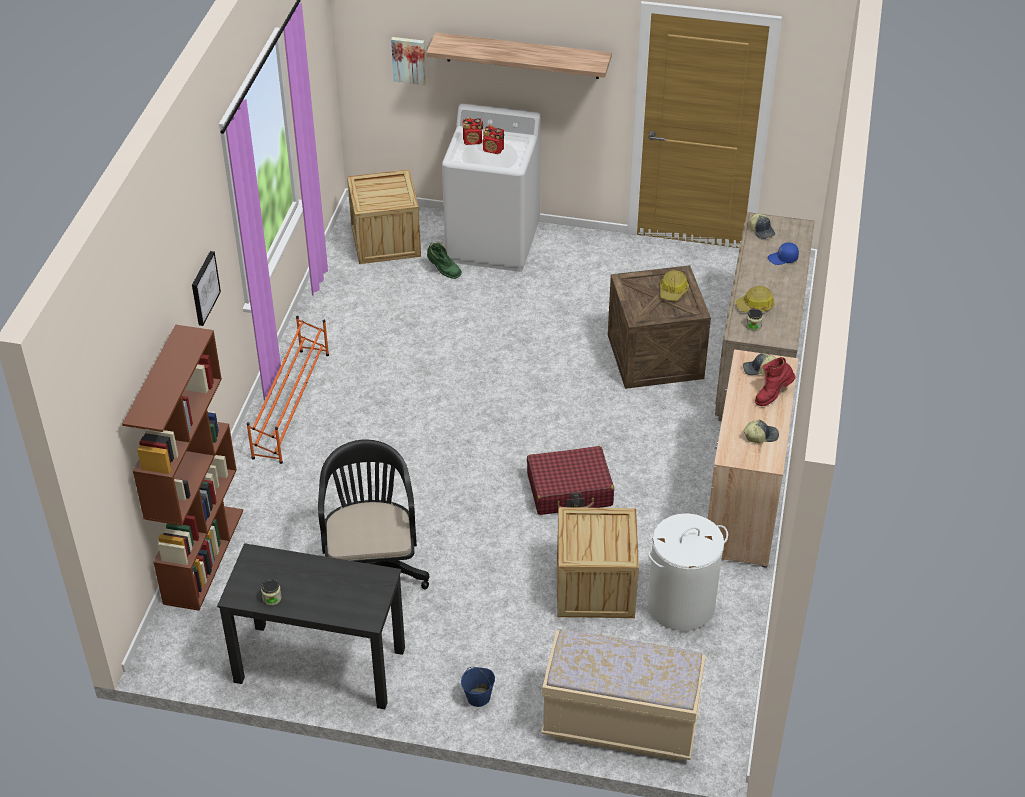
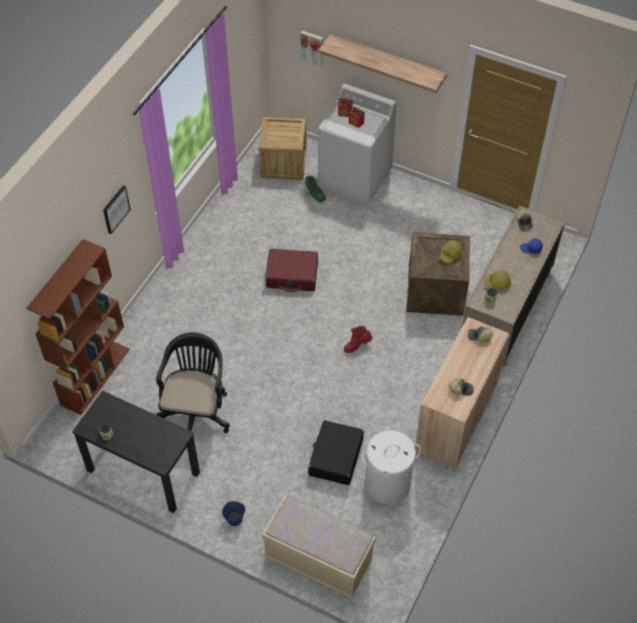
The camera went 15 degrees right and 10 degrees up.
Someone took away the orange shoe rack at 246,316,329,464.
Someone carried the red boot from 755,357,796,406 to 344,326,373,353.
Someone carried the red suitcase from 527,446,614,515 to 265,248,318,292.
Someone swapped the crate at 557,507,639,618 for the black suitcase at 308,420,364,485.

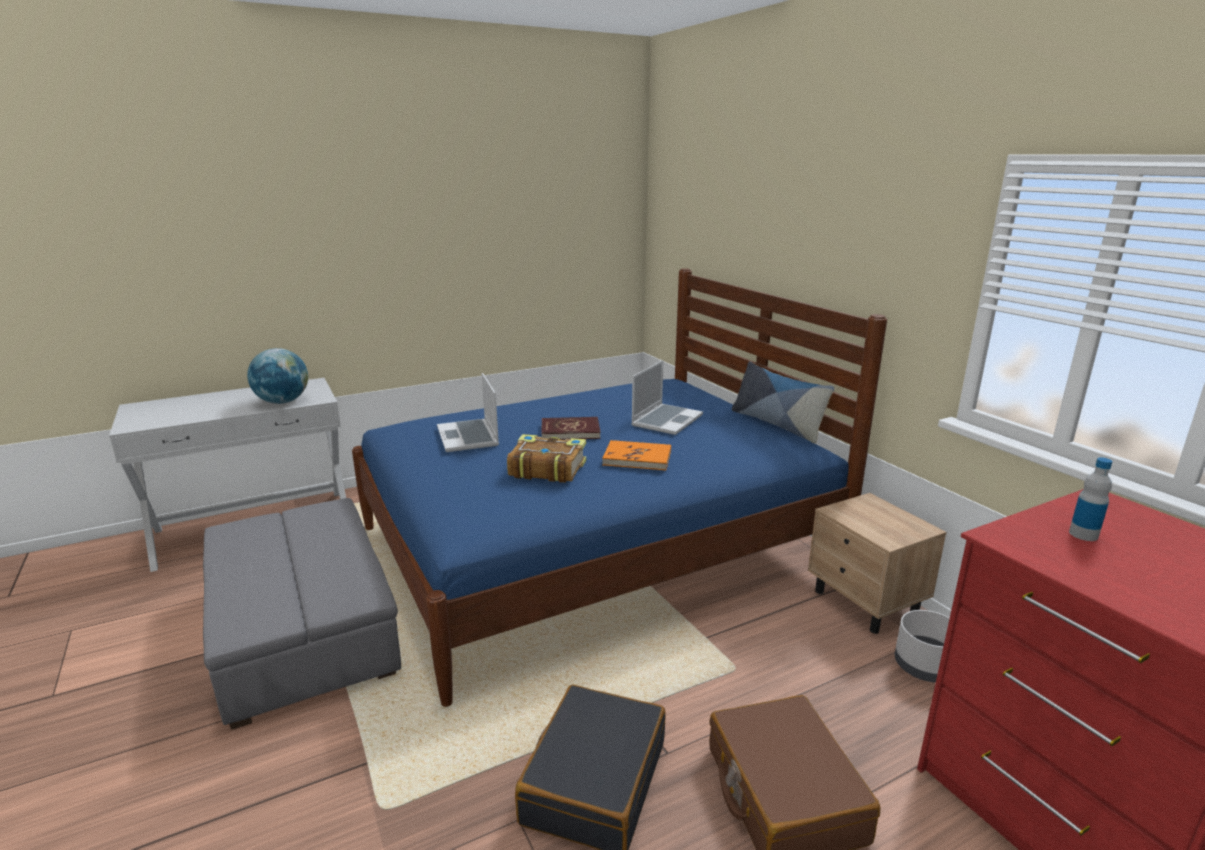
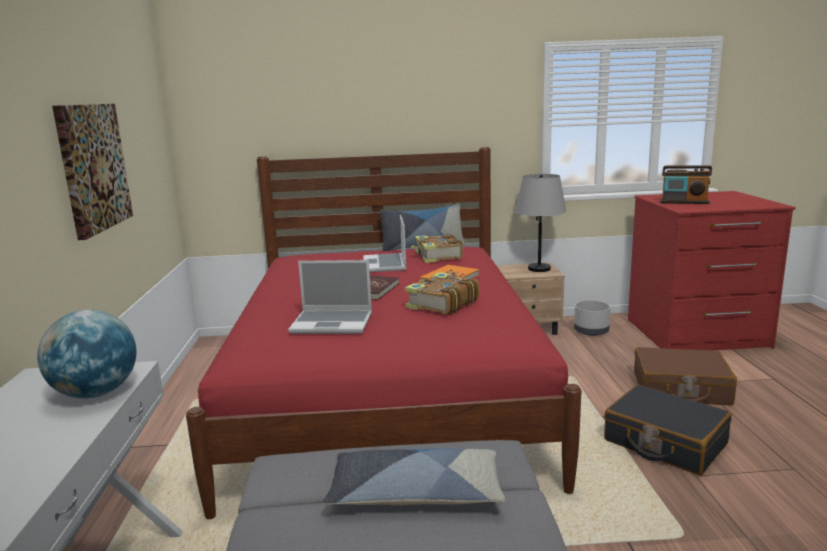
The camera went 65 degrees left and 5 degrees down.
Someone repainted the blue bed at 352,268,887,707, which became the red bed at 186,147,581,519.
Someone rotated the laptop at 631,360,703,435 by 150 degrees counterclockwise.
Someone swapped the bottle at 1069,457,1112,541 for the radio at 660,165,712,204.
Someone put up the picture at 52,104,133,240.
Someone put down the grey table lamp at 515,174,566,272.
Someone put down the book at 411,234,463,263.
Someone put down the pillow at 323,448,506,505.

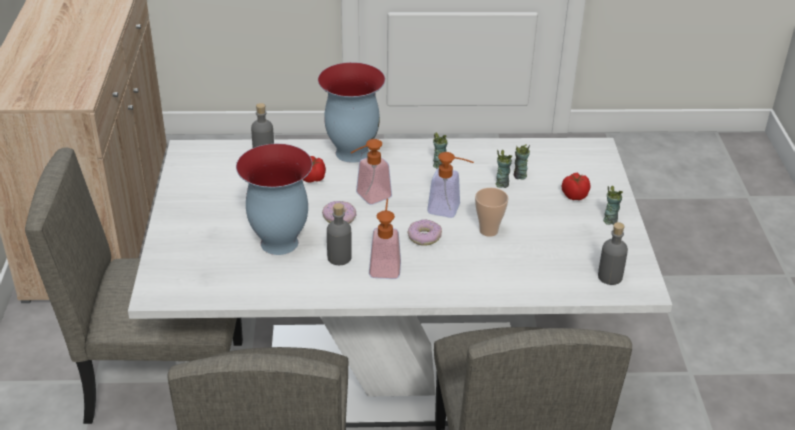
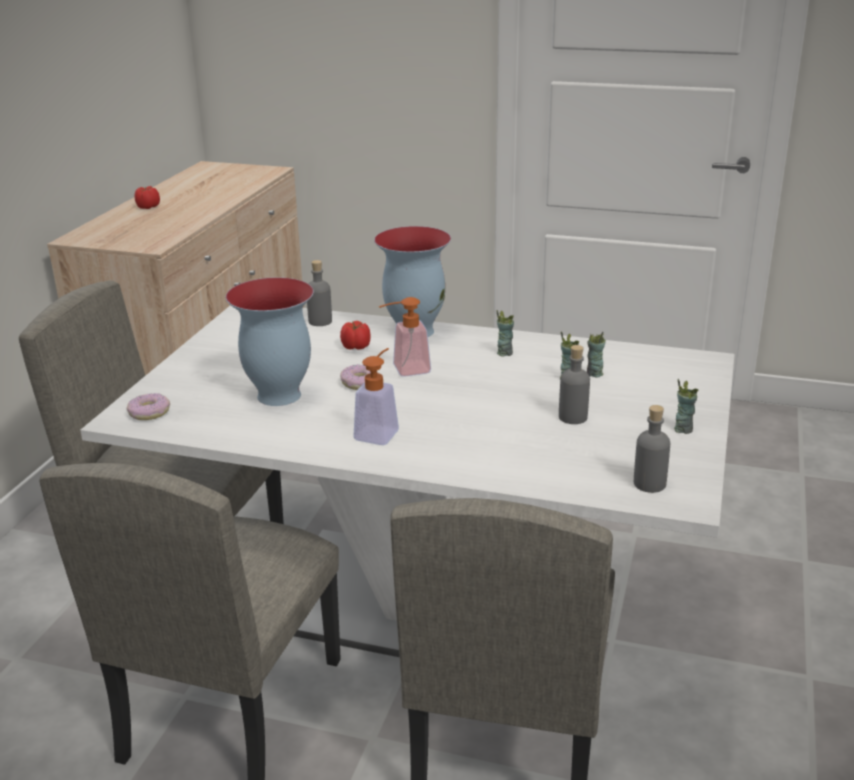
The camera went 20 degrees right and 10 degrees down.
Someone took away the soap dispenser at 427,152,474,218.
Someone carried the tomato from 562,173,590,200 to 135,186,160,209.
Someone took away the cup at 475,188,509,237.
Someone carried the grey bottle from 327,203,352,265 to 559,345,590,424.
Someone carried the donut from 407,219,442,246 to 127,393,170,420.

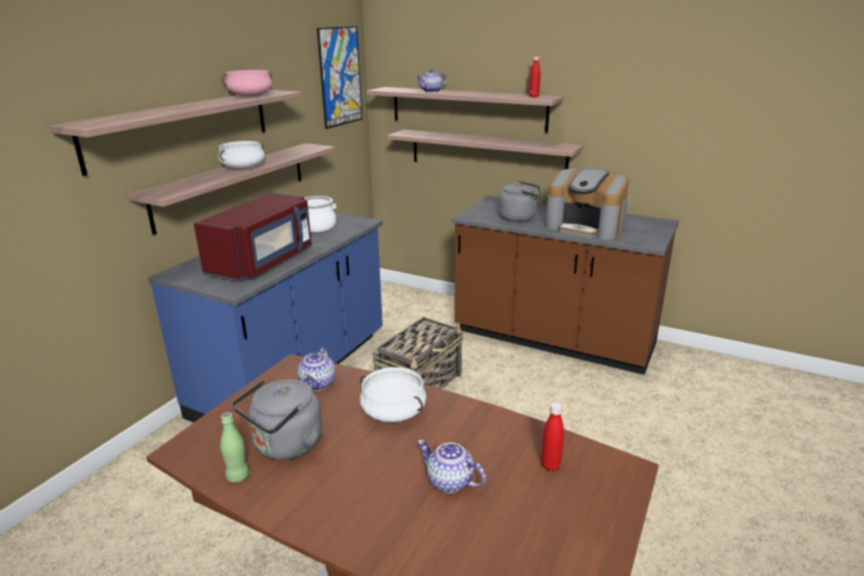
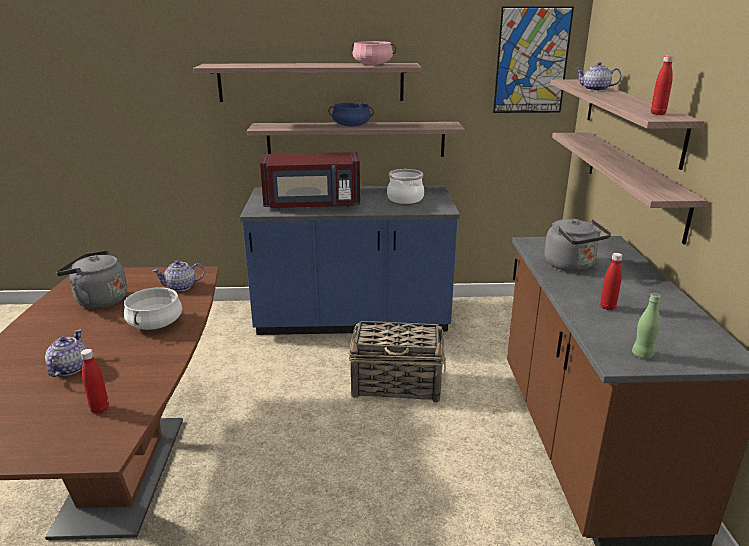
The camera went 60 degrees right and 0 degrees up.
Someone repainted the white cooking pot at 218,141,265,169, which became the blue cooking pot at 328,103,374,127.
Someone swapped the coffee machine at 545,168,629,240 for the red bottle at 600,253,623,310.
Someone carried the green bottle from 220,412,249,483 to 632,293,661,359.

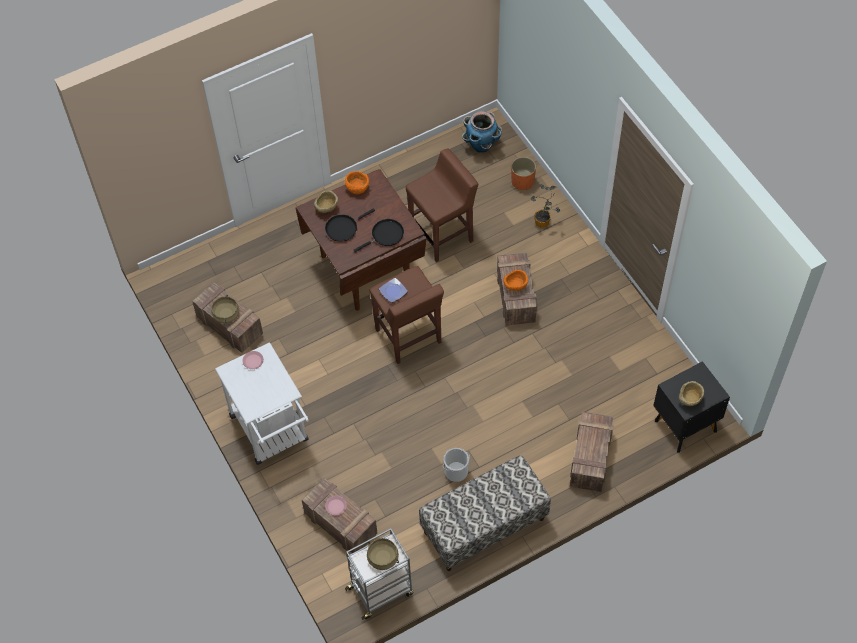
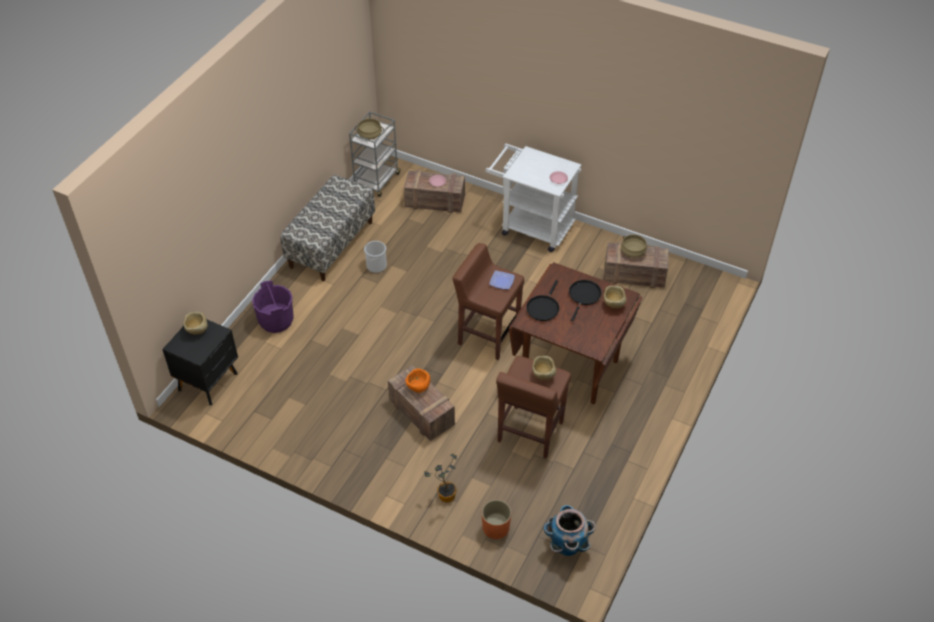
The camera went 145 degrees right and 10 degrees down.
Someone took away the orange bowl at 345,171,369,194.
Someone swapped the crate at 570,412,613,492 for the purple bucket at 252,280,294,333.
Someone put down the beige bowl at 532,356,556,380.

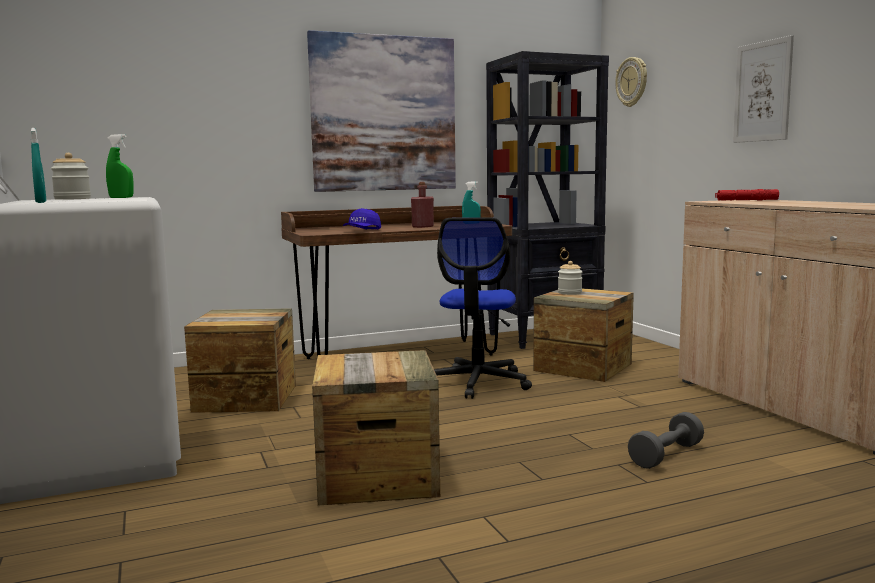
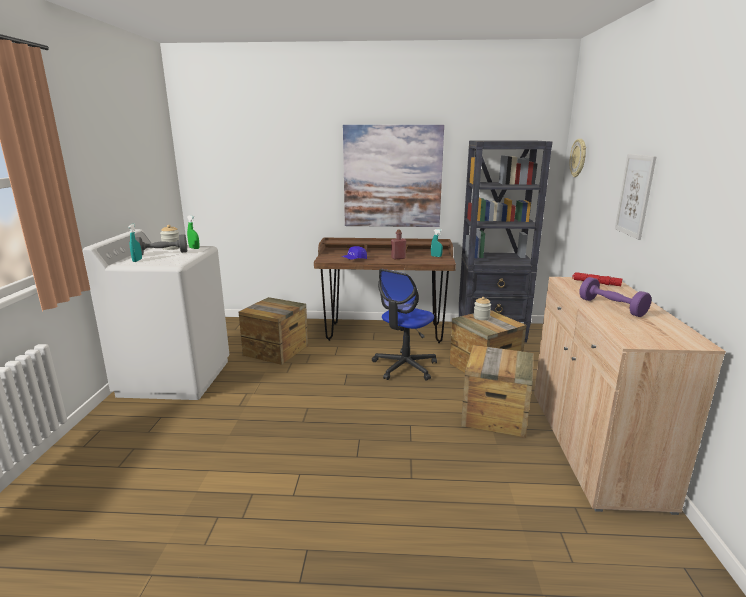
The camera went 25 degrees right and 10 degrees up.
Someone carried the crate from 312,350,440,506 to 461,345,533,438.
Someone carried the grey dumbbell from 628,412,704,469 to 135,234,187,255.
Someone put down the purple dumbbell at 580,277,651,317.

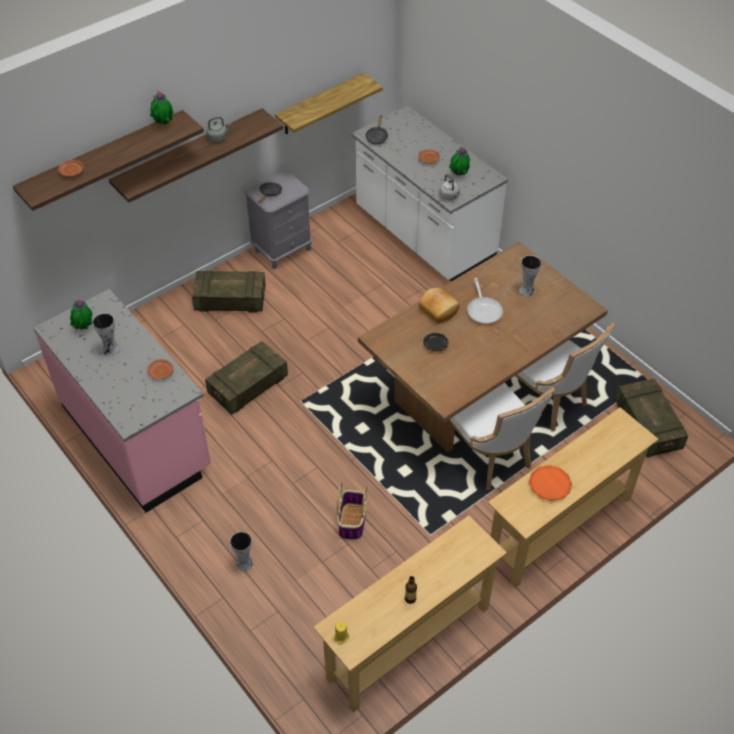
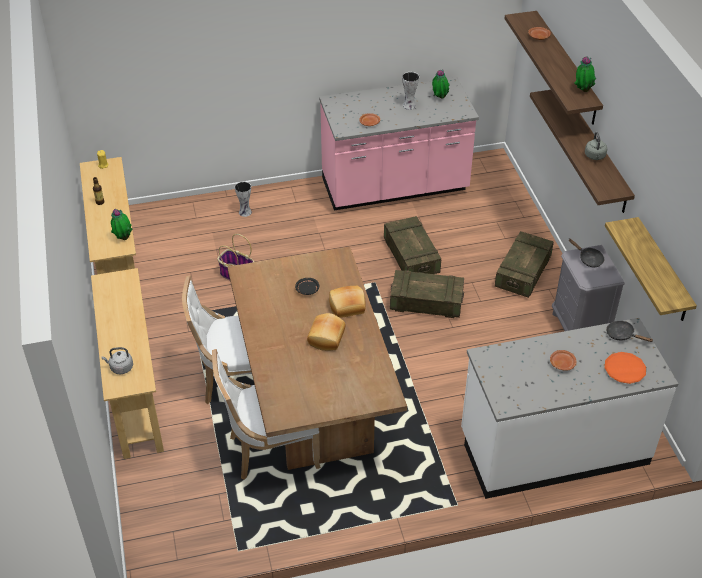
The camera went 115 degrees right and 5 degrees down.
Someone carried the potted plant from 449,146,470,176 to 111,209,132,240.
Someone carried the grey kettle from 439,174,460,200 to 101,347,133,374.
Someone took away the vase at 519,255,541,296.
Someone swapped the frying pan at 467,278,503,324 for the bread at 307,313,346,351.
Someone carried the crate from 615,378,688,457 to 390,270,464,318.
Someone carried the orange plate from 529,465,572,501 to 605,352,646,384.

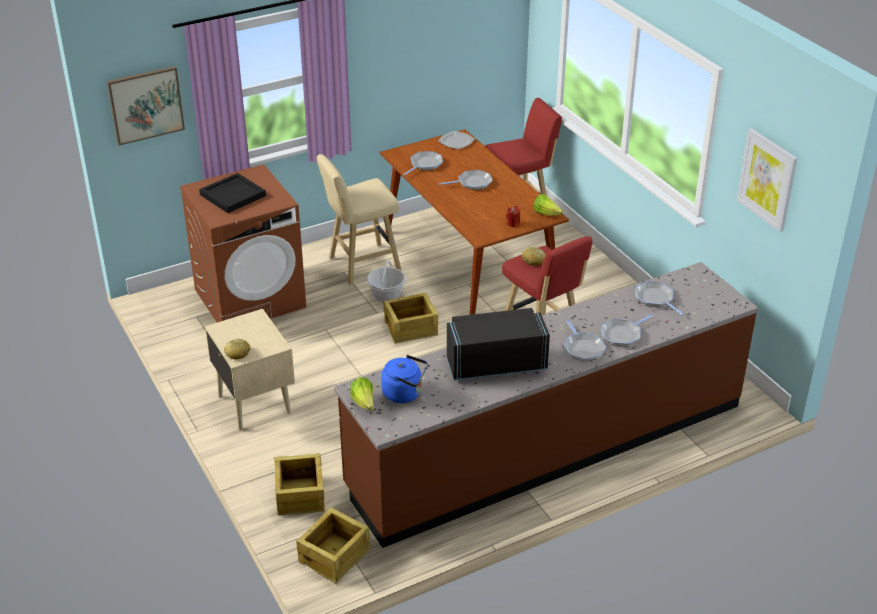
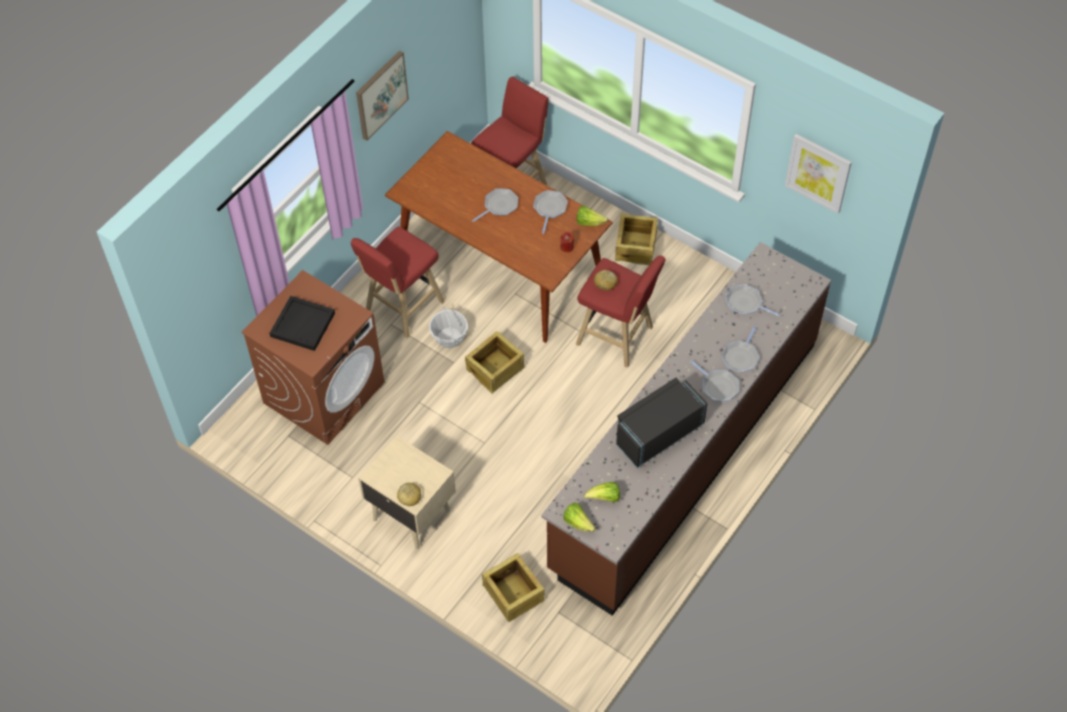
The camera went 25 degrees left and 20 degrees up.
Someone carried the picture from 107,66,185,146 to 356,50,409,141.
Someone took away the plate at 438,131,475,149.
Someone carried the frying pan from 403,151,443,175 to 533,190,568,234.
Someone repainted the beige stool at 317,154,402,285, which became the red stool at 351,227,445,338.
Someone swapped the blue kettle at 381,355,428,403 for the lettuce at 584,482,620,502.
Someone carried the crate from 296,508,370,584 to 615,214,658,265.

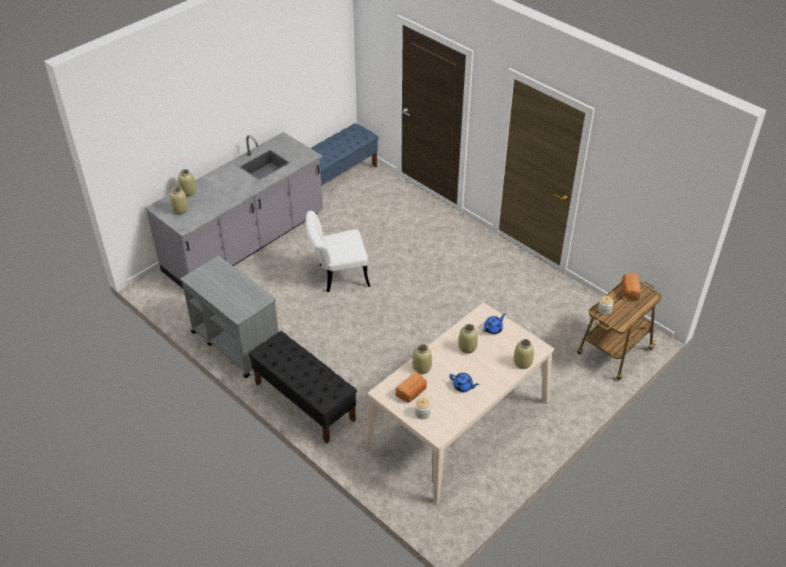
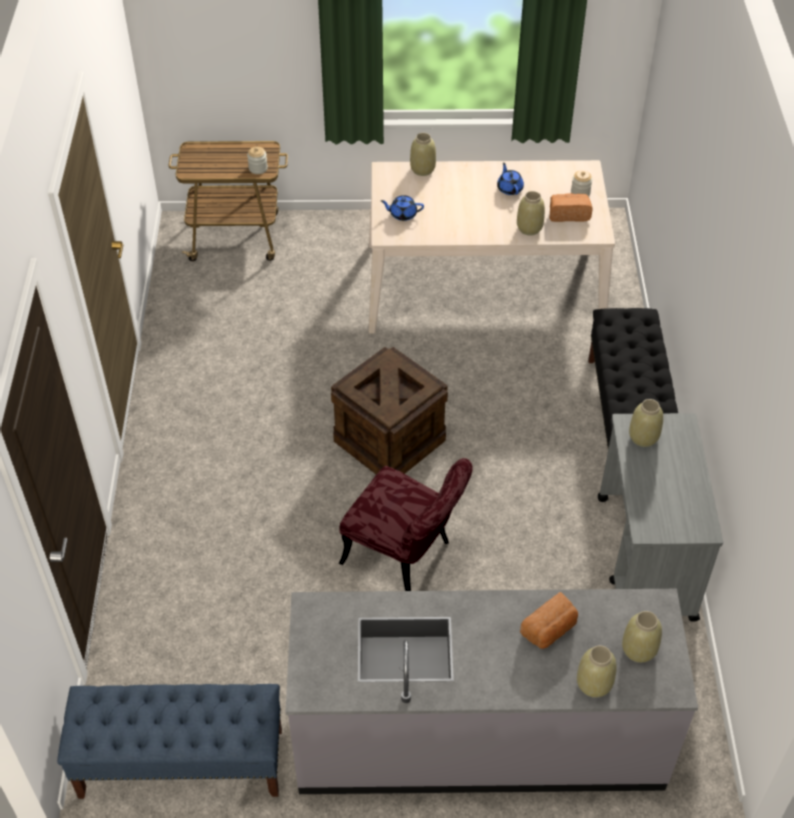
The camera went 135 degrees left and 5 degrees up.
Someone repainted the white chair at 306,211,371,292, which became the red chair at 339,458,473,591.
Someone carried the bread from 622,273,641,300 to 520,592,578,649.
Someone carried the beige vase from 458,324,478,354 to 629,399,663,447.
Someone put down the crate at 331,347,448,475.

